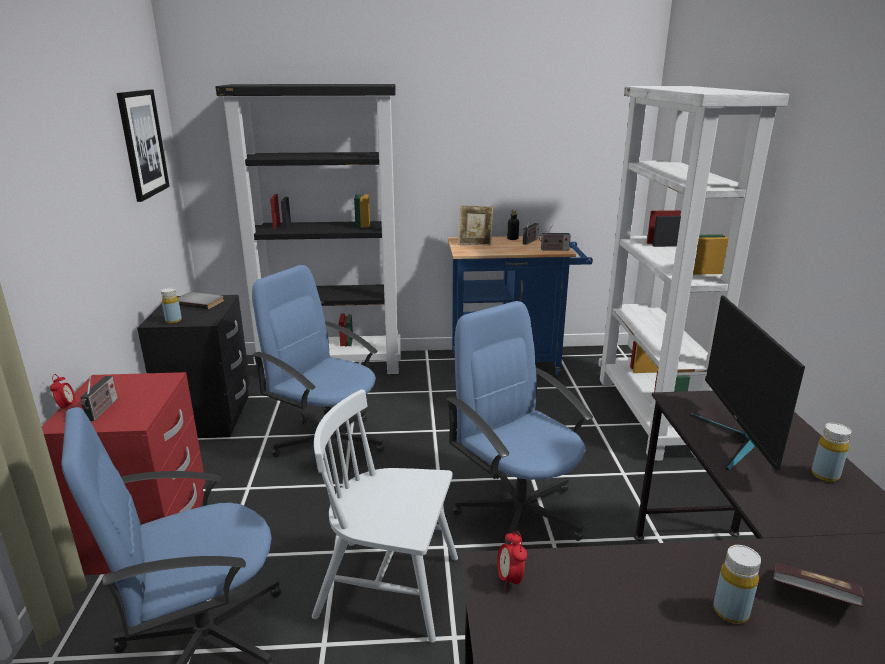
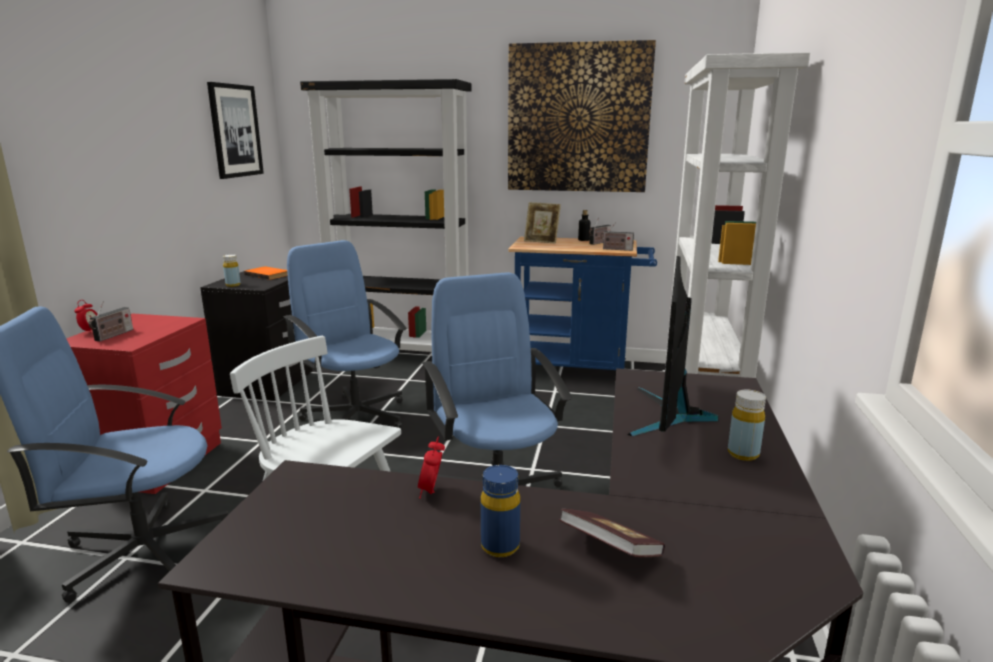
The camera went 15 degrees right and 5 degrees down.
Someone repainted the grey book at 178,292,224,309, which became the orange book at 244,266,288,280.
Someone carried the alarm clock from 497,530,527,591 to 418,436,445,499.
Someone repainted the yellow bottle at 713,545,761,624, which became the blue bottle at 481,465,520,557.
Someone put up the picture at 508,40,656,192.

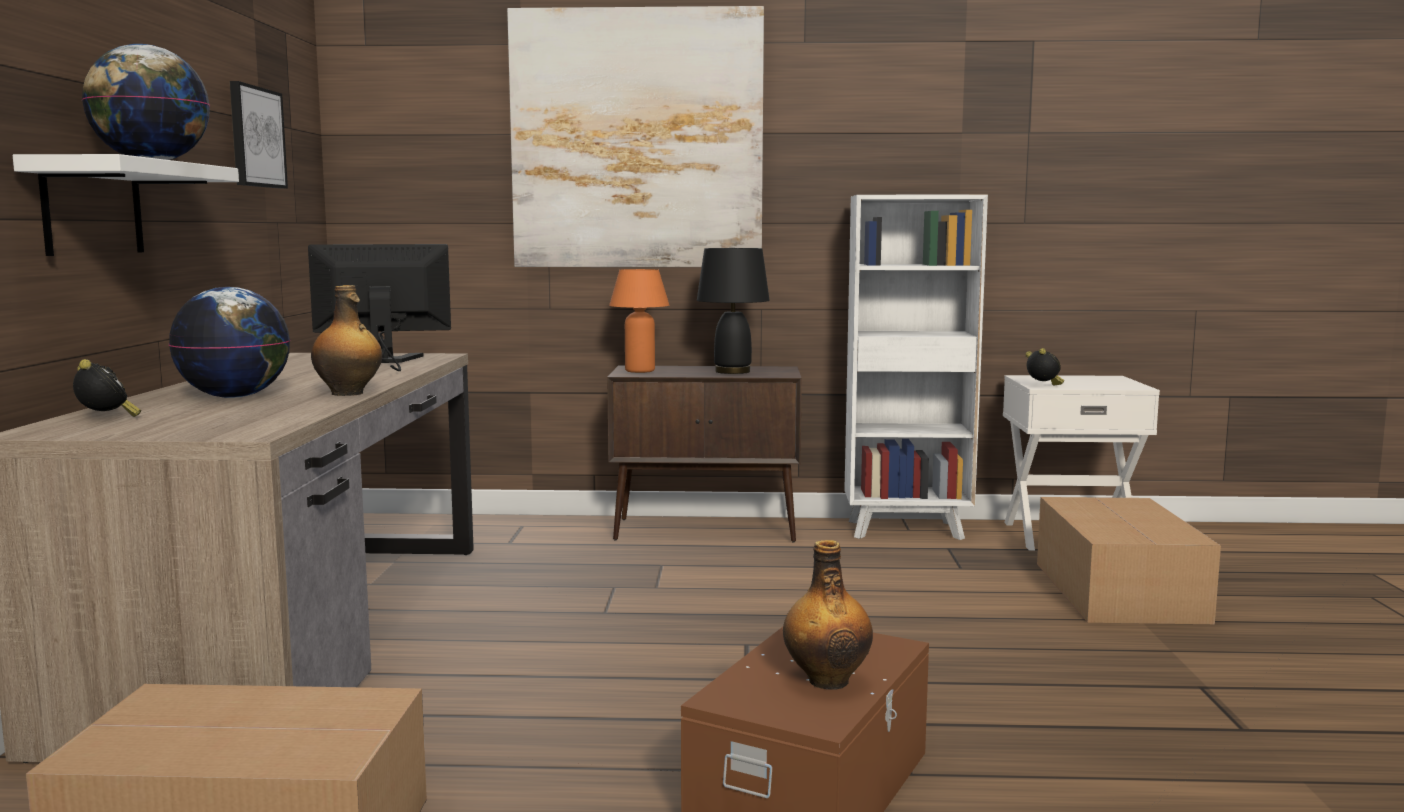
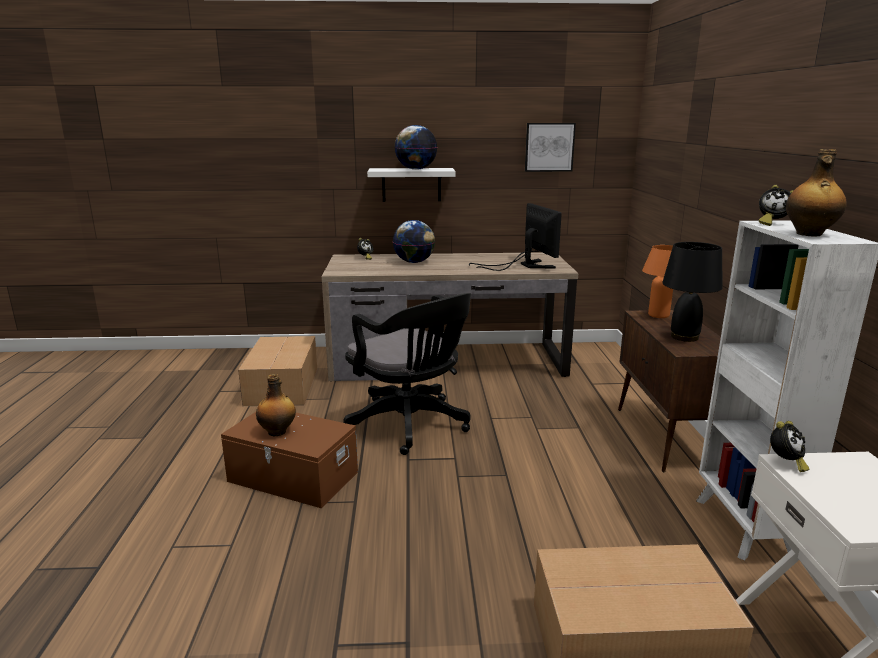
The camera went 85 degrees right and 10 degrees up.
Someone took away the picture at 507,6,764,267.
Someone carried the bottle from 311,285,382,396 to 786,149,847,236.
Someone put down the alarm clock at 759,185,794,226.
Someone put down the black office chair at 344,293,471,455.

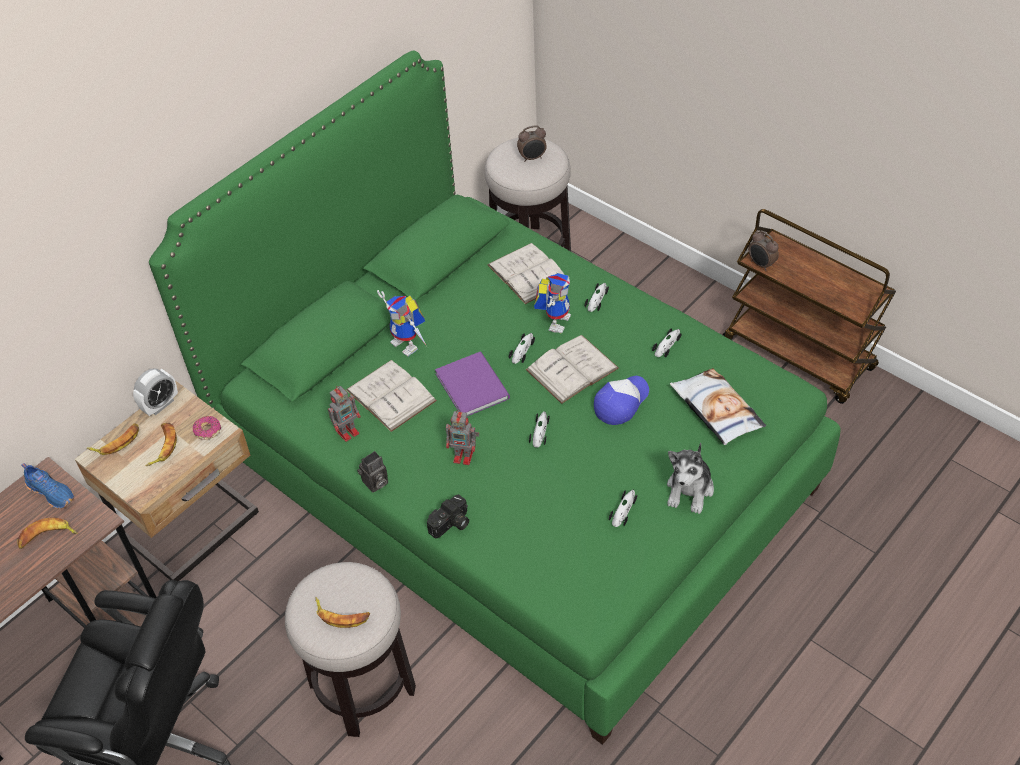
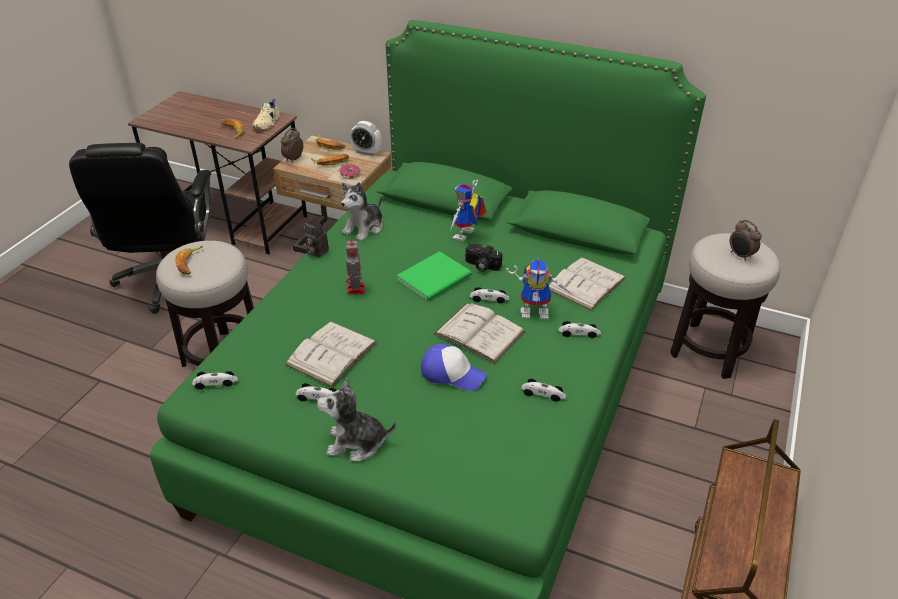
The camera went 70 degrees right and 10 degrees down.
Someone carried the alarm clock from 748,230,779,271 to 281,128,303,162.
Someone repainted the purple book at 435,352,510,416, which became the green book at 396,251,471,301.
Someone carried the white book from 346,360,437,432 to 285,322,377,387.
Someone took away the pillow at 670,368,766,445.
Someone swapped the toy robot at 328,386,361,442 for the plush toy at 341,182,383,241.
Someone carried the toy car from 529,411,549,448 to 192,371,239,390.
Someone repainted the blue shoe at 22,463,74,509, which became the beige shoe at 253,99,280,129.
Someone carried the photo camera from 427,494,469,539 to 465,243,502,272.

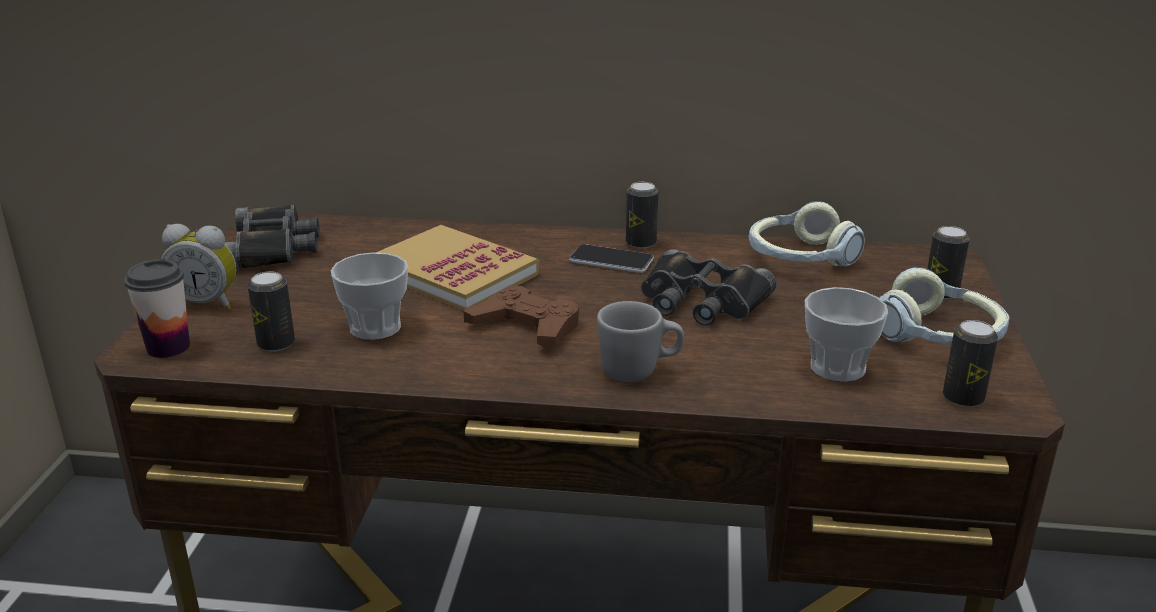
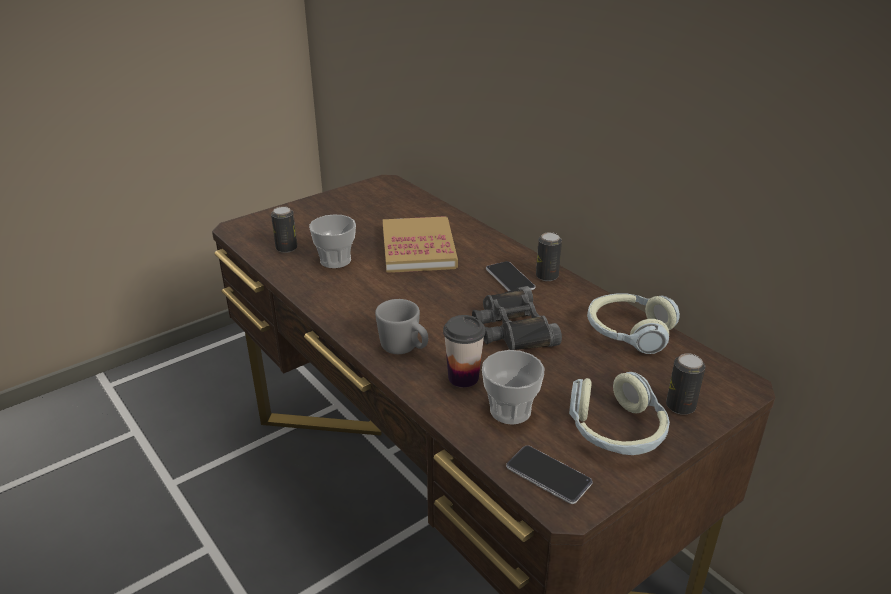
The camera went 45 degrees right and 5 degrees up.
Someone took away the black binoculars at 225,205,320,269.
Someone took away the alarm clock at 161,224,236,310.
Someone carried the cup from 124,259,190,358 to 443,315,485,388.
Someone took away the brown game controller at 463,285,579,348.
Someone swapped the can at 943,320,998,407 for the phone at 506,445,592,504.

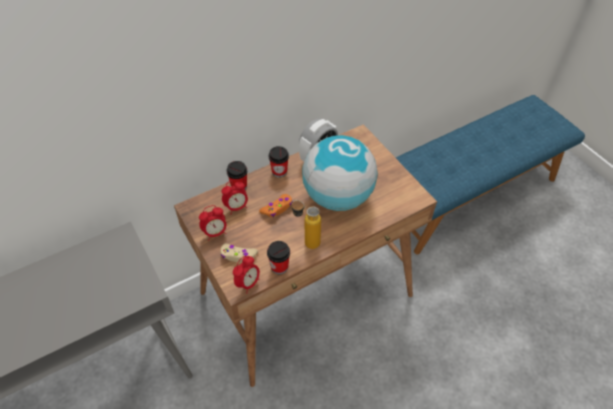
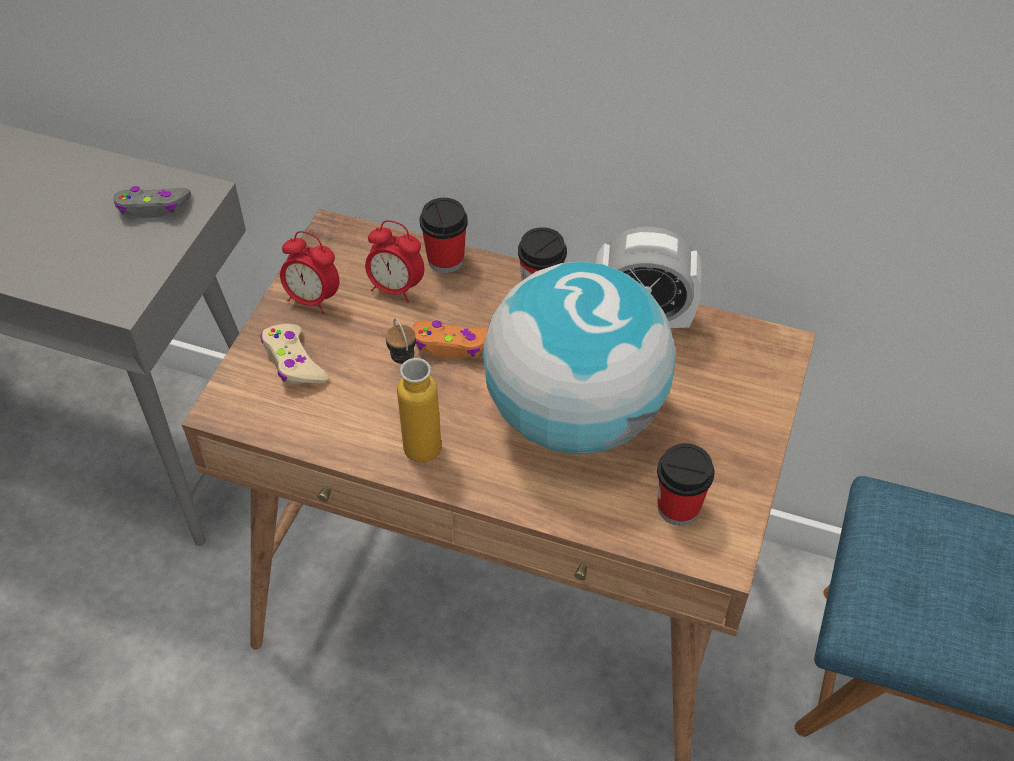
The camera went 50 degrees right and 0 degrees up.
Someone carried the cup from 267,241,290,274 to 657,443,715,525.
Someone took away the alarm clock at 233,256,260,294.
Someone put down the grey game controller at 113,186,191,218.

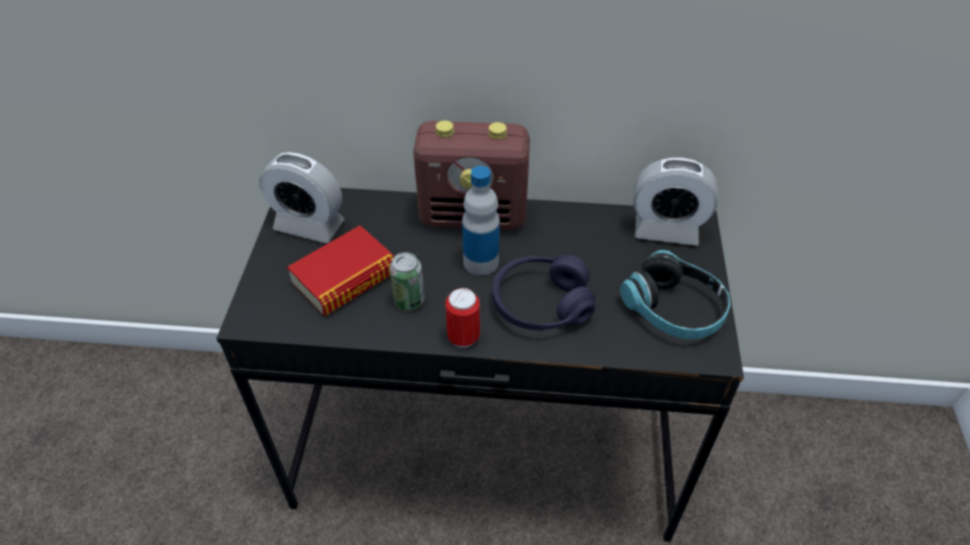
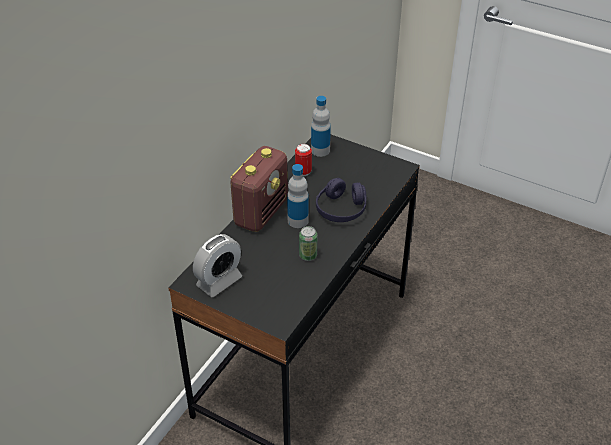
The camera went 65 degrees left and 5 degrees down.
Someone swapped the alarm clock at 633,157,718,246 for the bottle at 311,96,331,157.
Someone took away the book at 287,225,394,316.
Someone took away the headphones at 620,250,731,339.
Someone carried the can from 445,288,480,348 to 295,144,312,176.

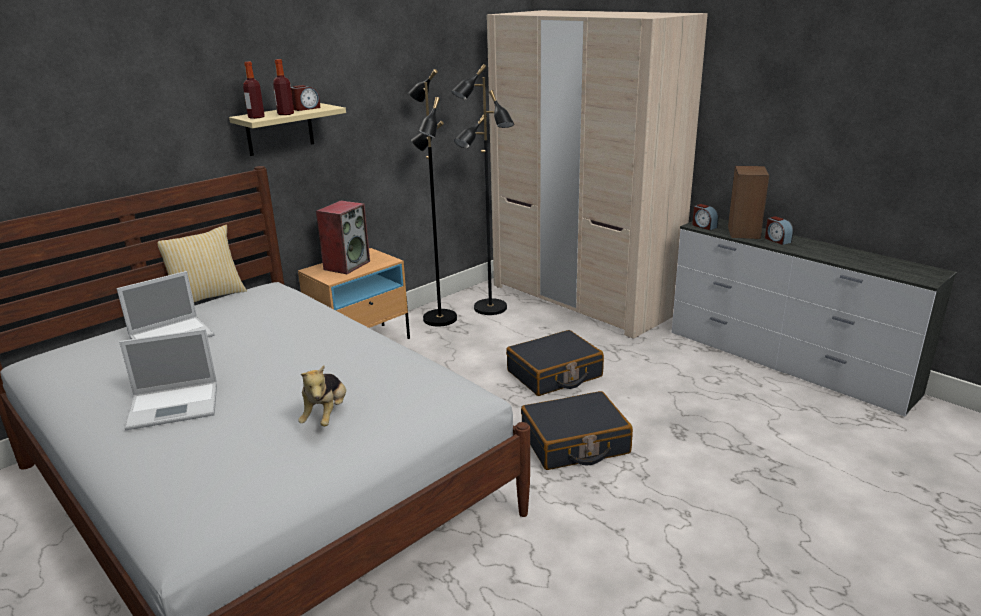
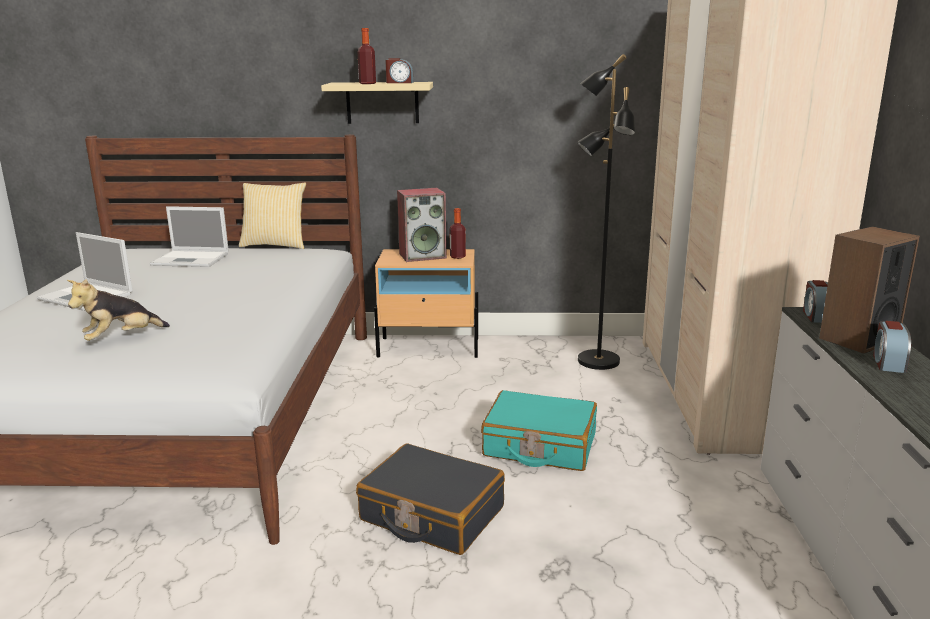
The camera went 45 degrees right and 5 degrees down.
Someone carried the bottle from 243,62,265,119 to 450,208,466,259.
Someone took away the black floor lamp at 409,69,457,327.
Someone repainted the black suitcase at 506,330,604,396, which became the turquoise suitcase at 481,390,597,471.

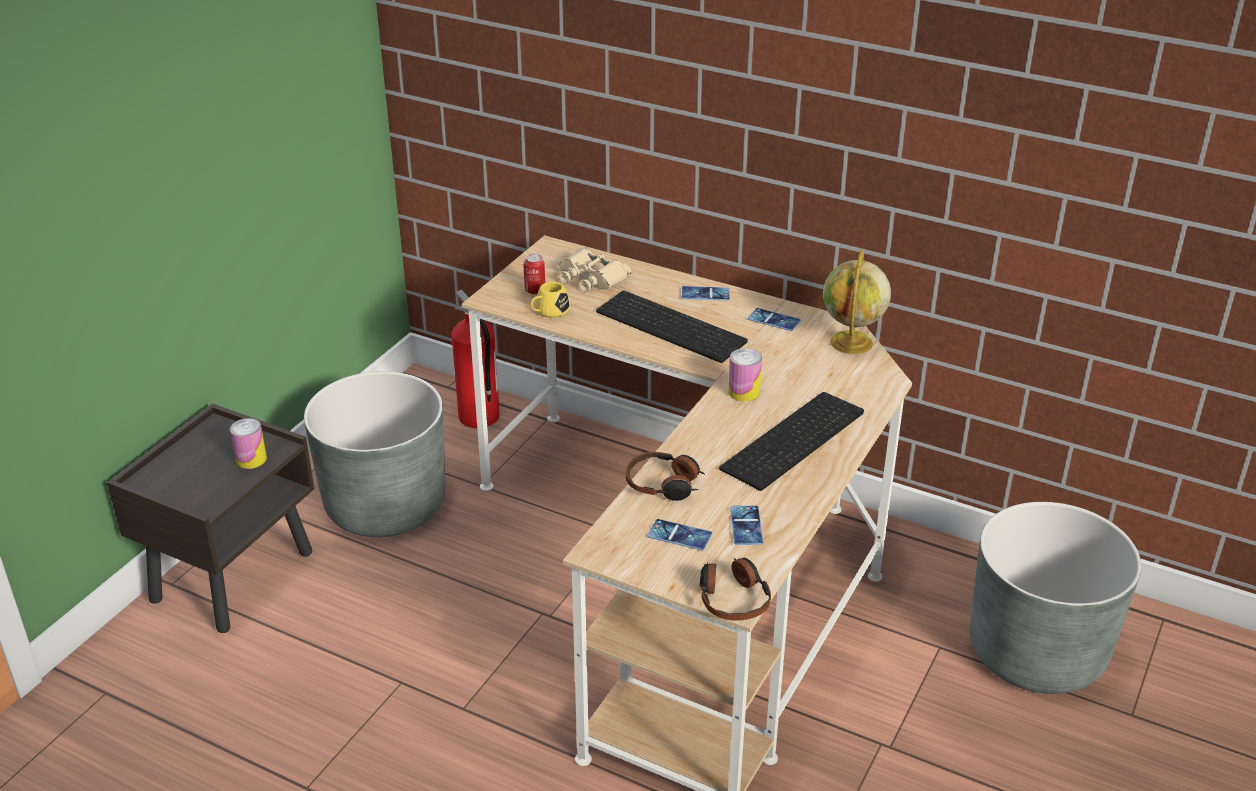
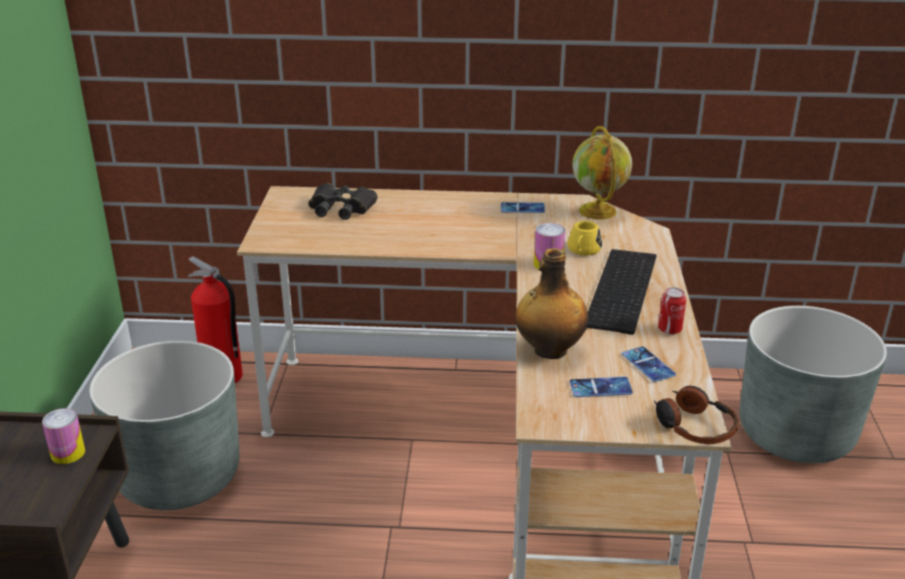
The camera went 25 degrees left and 5 degrees down.
Someone repainted the beige binoculars at 559,247,631,292, which became the black binoculars at 308,183,378,220.
Someone carried the can from 523,253,545,295 to 658,287,686,334.
Someone carried the yellow mug from 531,282,570,318 to 567,221,602,255.
Someone took away the phone at 682,286,730,301.
Someone took away the keyboard at 596,290,748,363.
Someone swapped the headphones at 626,452,705,501 for the bottle at 515,248,588,359.

